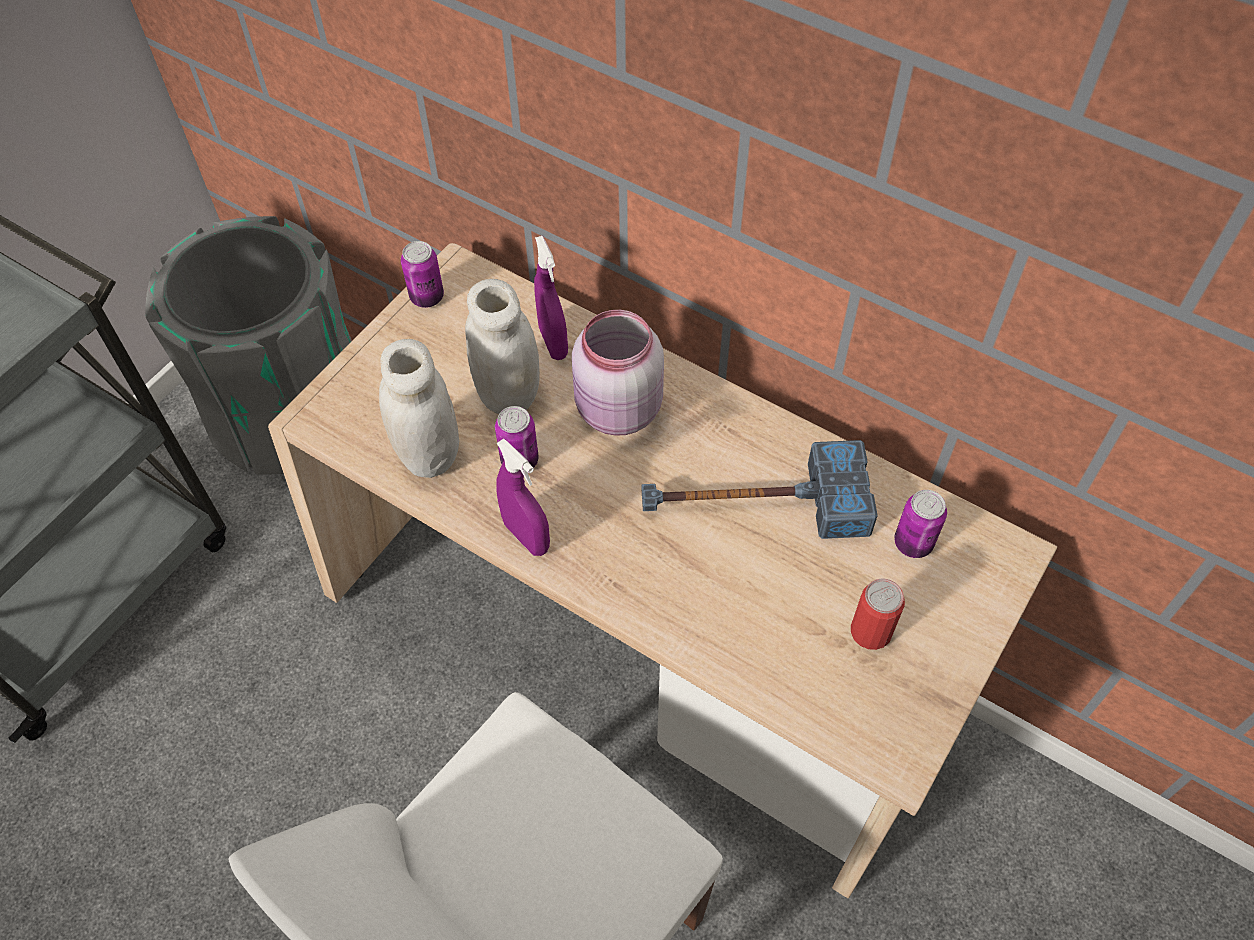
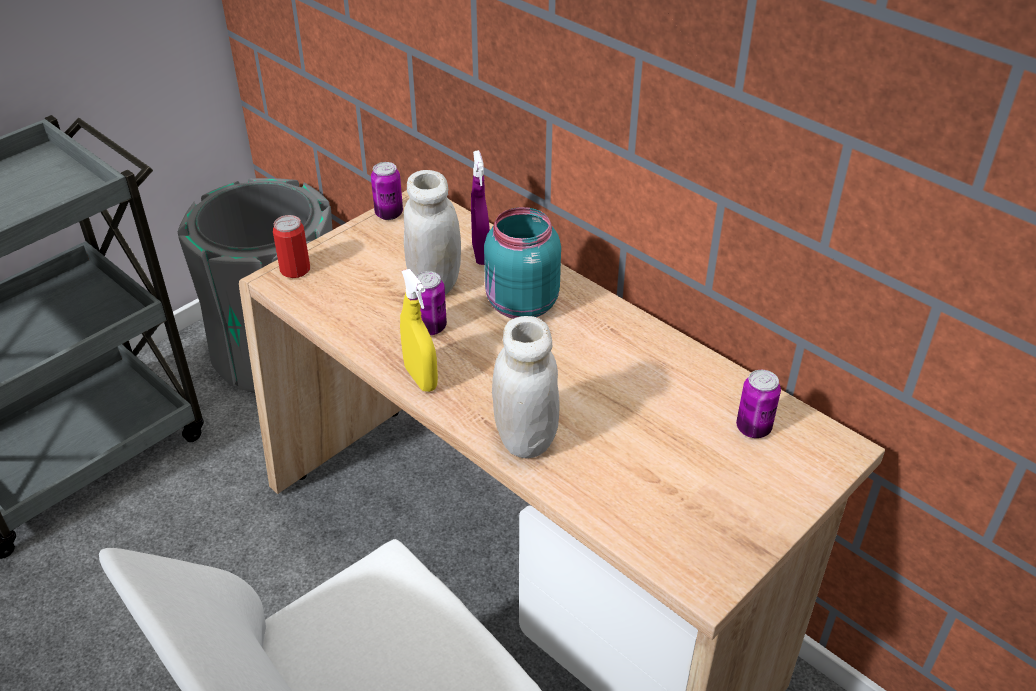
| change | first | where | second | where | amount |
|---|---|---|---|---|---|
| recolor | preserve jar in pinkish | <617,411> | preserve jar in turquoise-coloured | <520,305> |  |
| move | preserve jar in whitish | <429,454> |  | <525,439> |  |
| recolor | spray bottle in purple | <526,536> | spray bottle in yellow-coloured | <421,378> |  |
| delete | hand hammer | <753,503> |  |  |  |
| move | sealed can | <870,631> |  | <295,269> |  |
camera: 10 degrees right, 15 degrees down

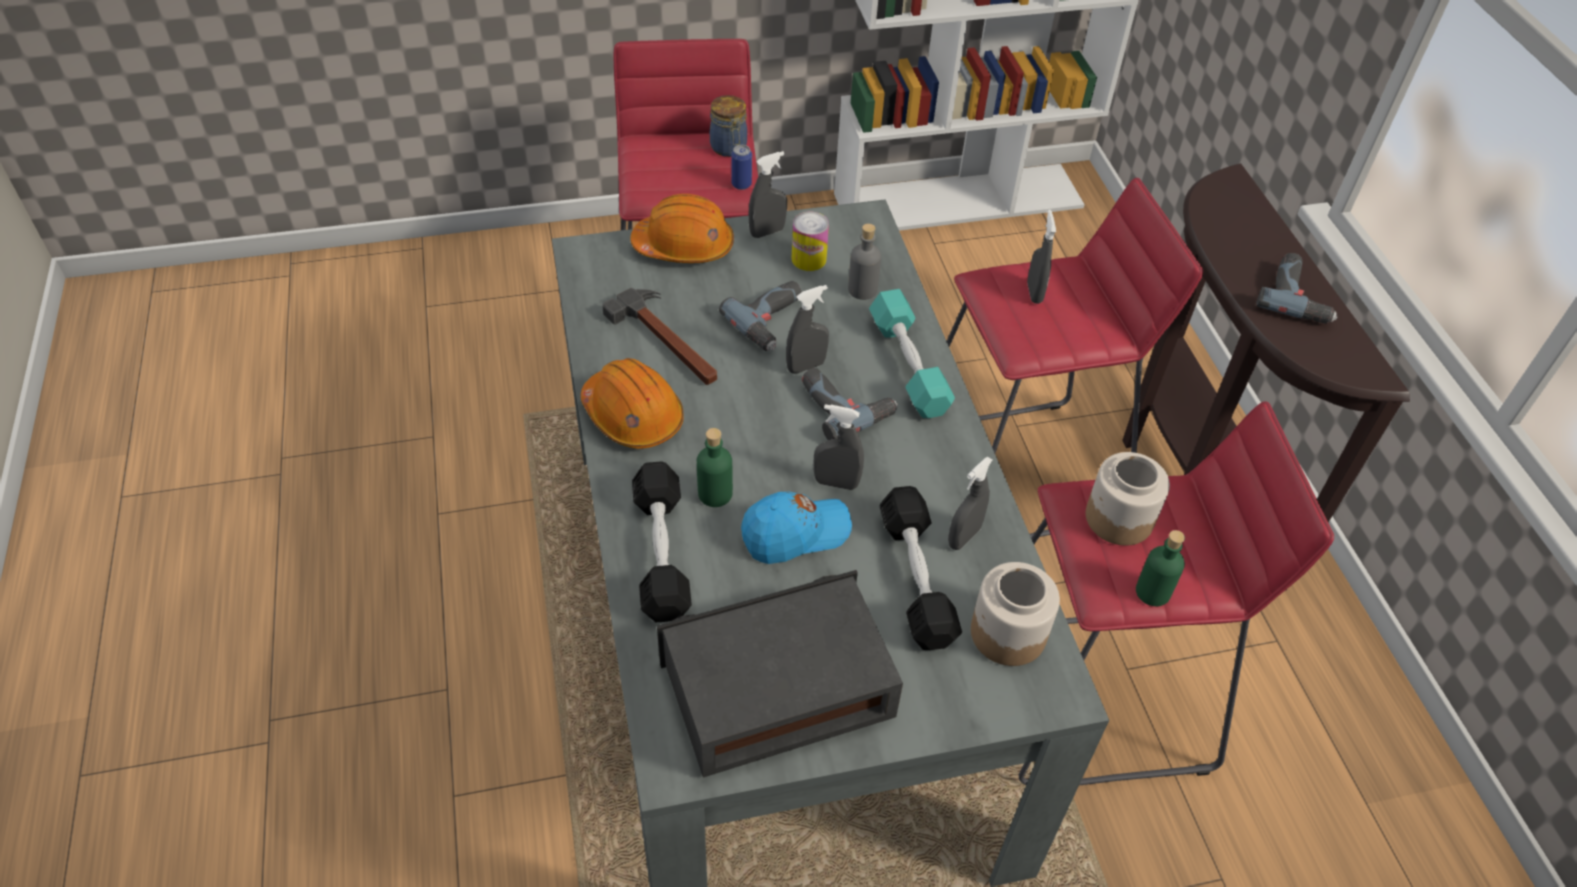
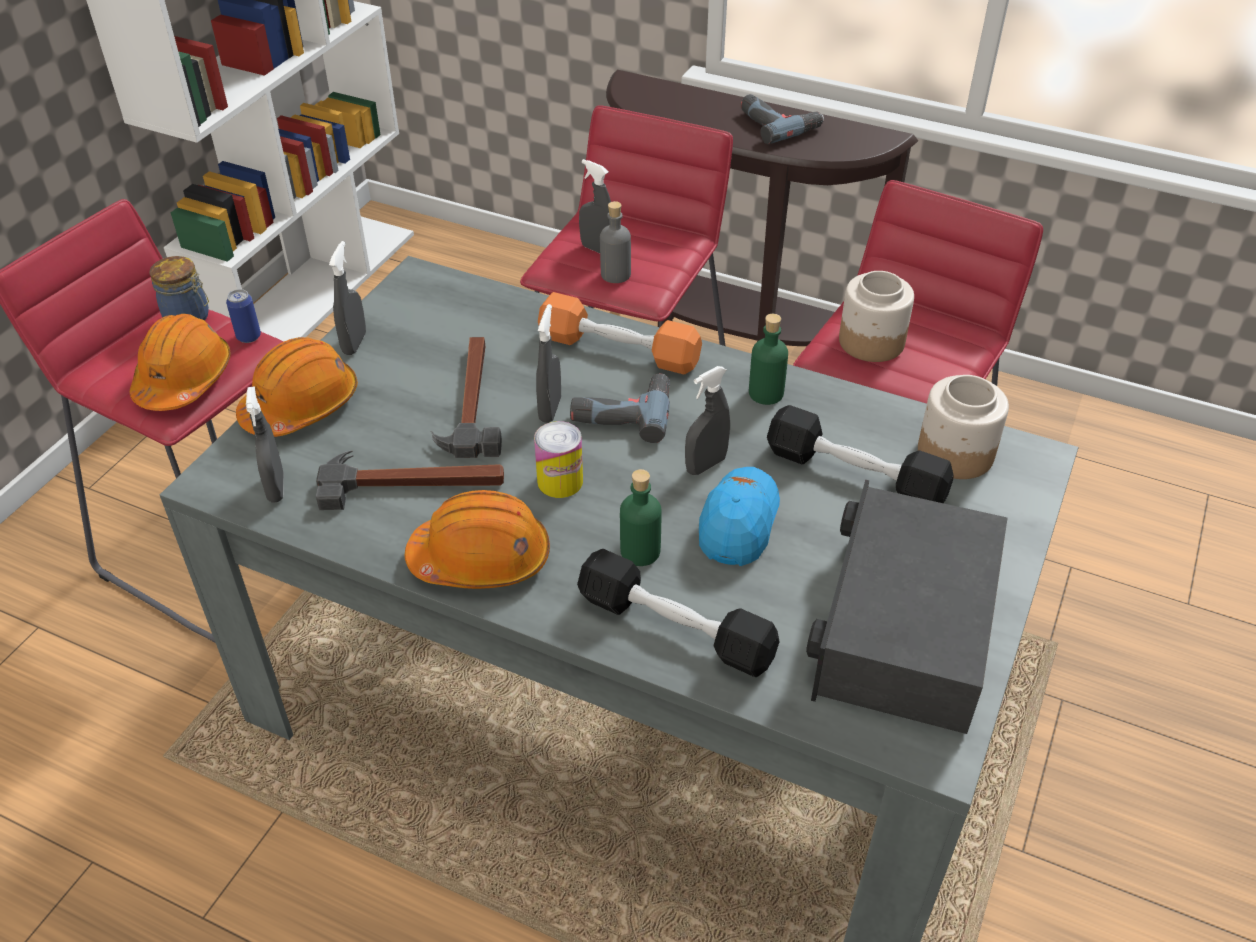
| change | first | where | second | where | amount |
|---|---|---|---|---|---|
| move | sealed can | <808,259> |  | <560,481> |  |
| move | bottle in greyish | <862,289> |  | <615,274> |  |
| replace | drill | <773,321> | hand hammer | <471,400> |  |
| recolor | hand weight in turquoise-coloured | <908,366> | hand weight in orange | <618,350> |  |
| move | spray bottle in greyish | <964,537> |  | <276,488> |  |
| move | bottle in greenish | <1152,592> |  | <766,393> |  |
| insert |  |  | safety helmet in orange | <184,379> |  |
camera: 50 degrees left, 5 degrees down

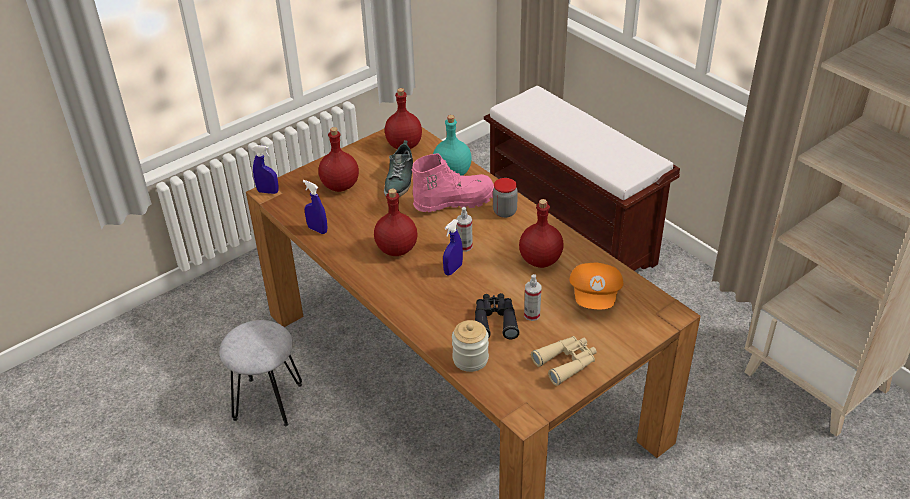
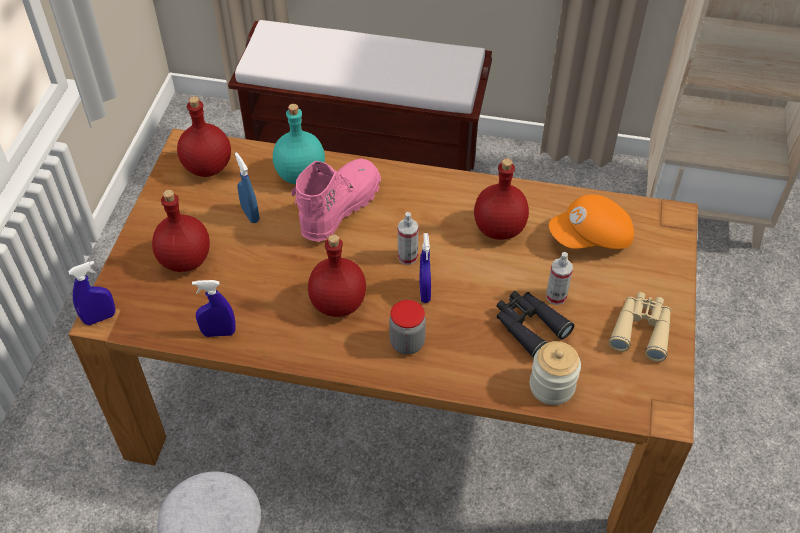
| change | first | where | second | where | amount |
|---|---|---|---|---|---|
| replace | item of footwear | <400,180> | spray bottle in bluish | <250,214> |  |
| move | preserve jar | <504,212> |  | <407,343> |  |
| rotate | peaked cap in orange | <596,296> |  | <591,238> | 105 degrees clockwise |
camera: 40 degrees left, 10 degrees up

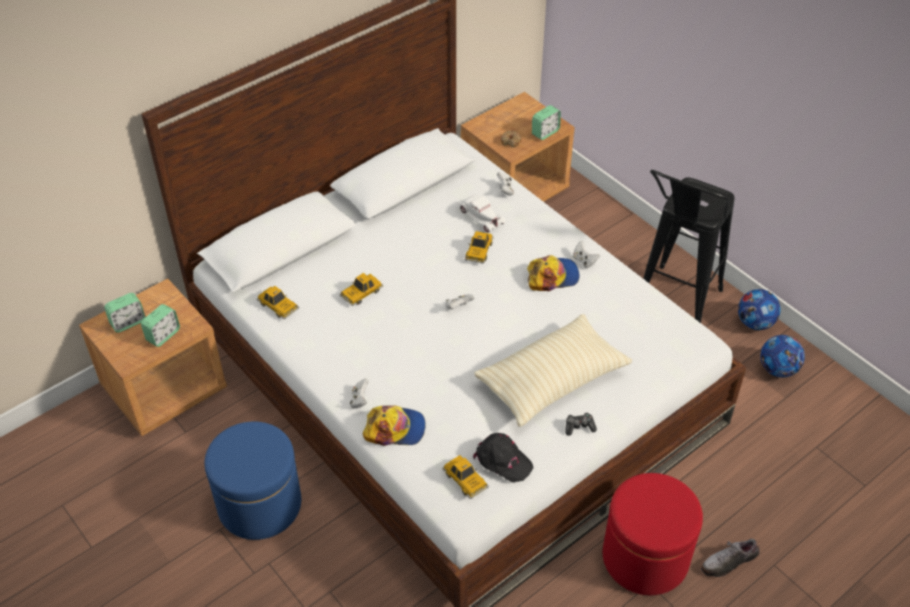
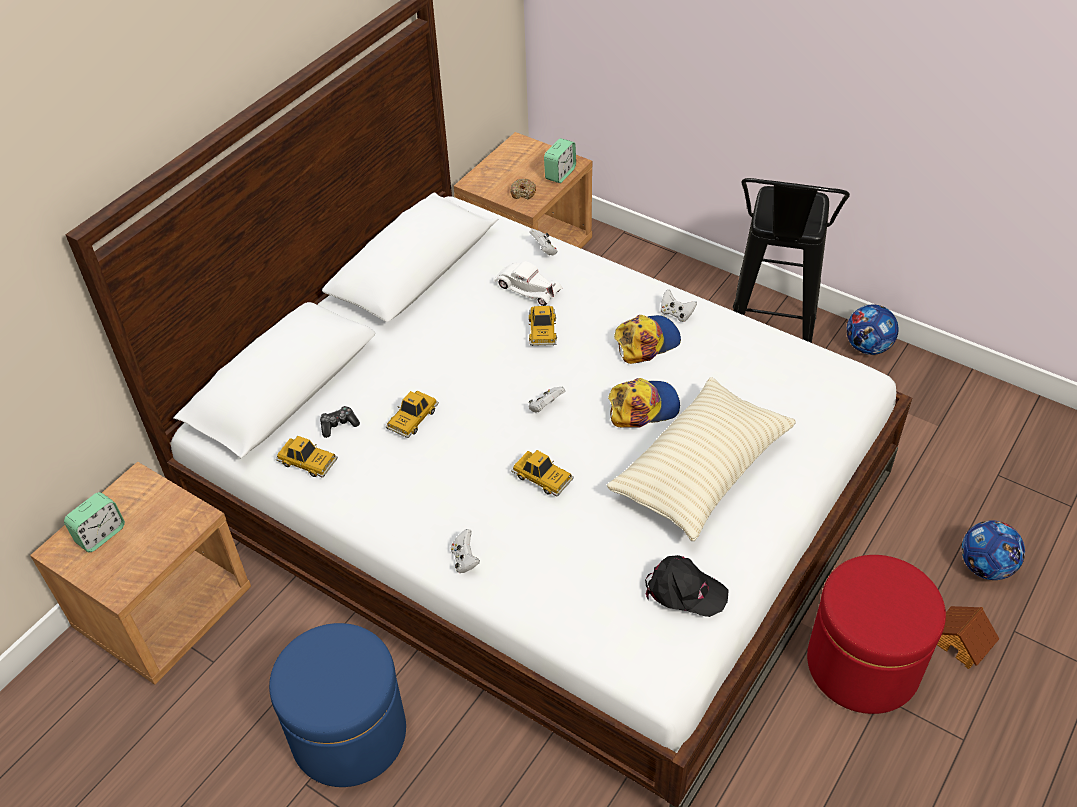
| change | first | where | second | where | amount |
|---|---|---|---|---|---|
| delete | bedside clock | <163,335> |  |  |  |
| move | football | <778,369> |  | <985,567> |  |
| move | peaked cap | <395,429> |  | <643,407> |  |
| move | gamepad | <579,427> |  | <338,425> |  |
| move | model car | <465,479> |  | <542,477> |  |
| replace | item of footwear | <728,562> | toy house | <961,642> |  |
camera: 15 degrees left, 0 degrees up

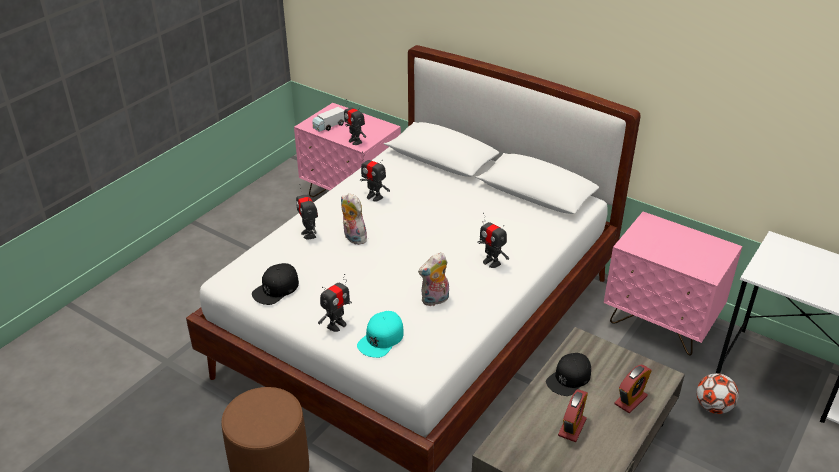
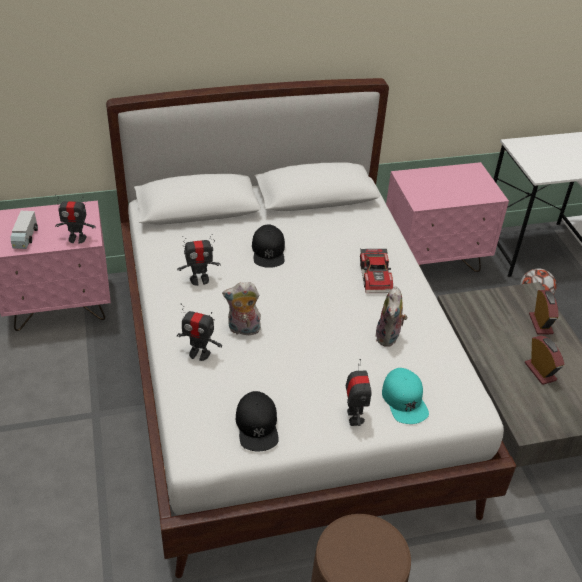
| change | first | where | second | where | amount |
|---|---|---|---|---|---|
| replace | robot figure | <491,262> | model car | <377,276> |  |
| move | peaked cap in black-coloured | <569,378> |  | <268,251> |  |
camera: 50 degrees left, 5 degrees up

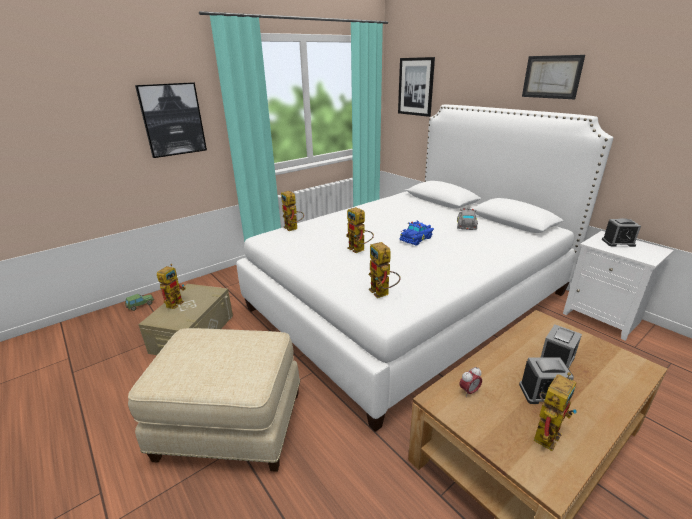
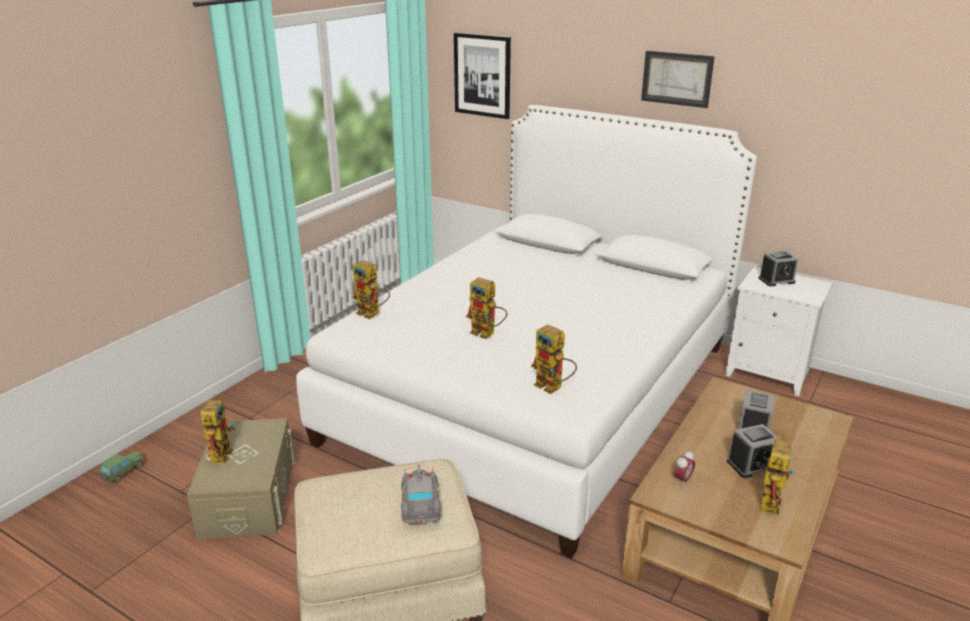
| change | first | where | second | where | amount |
|---|---|---|---|---|---|
| delete | wall picture | <172,119> |  |  |  |
| move | model car in greyish | <466,225> |  | <419,505> |  |
| delete | model car in bluish | <417,239> |  |  |  |
camera: 20 degrees left, 0 degrees up

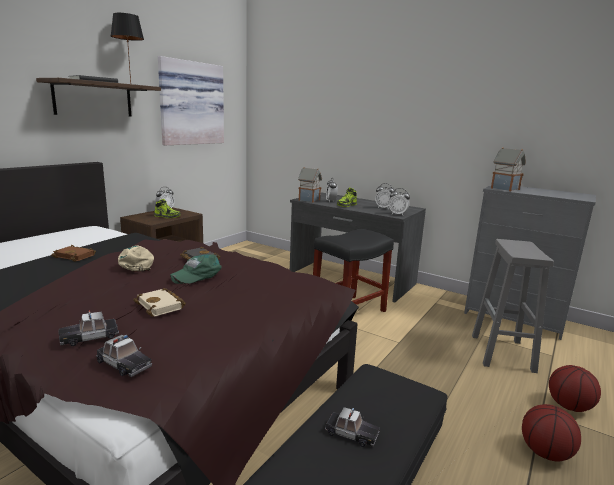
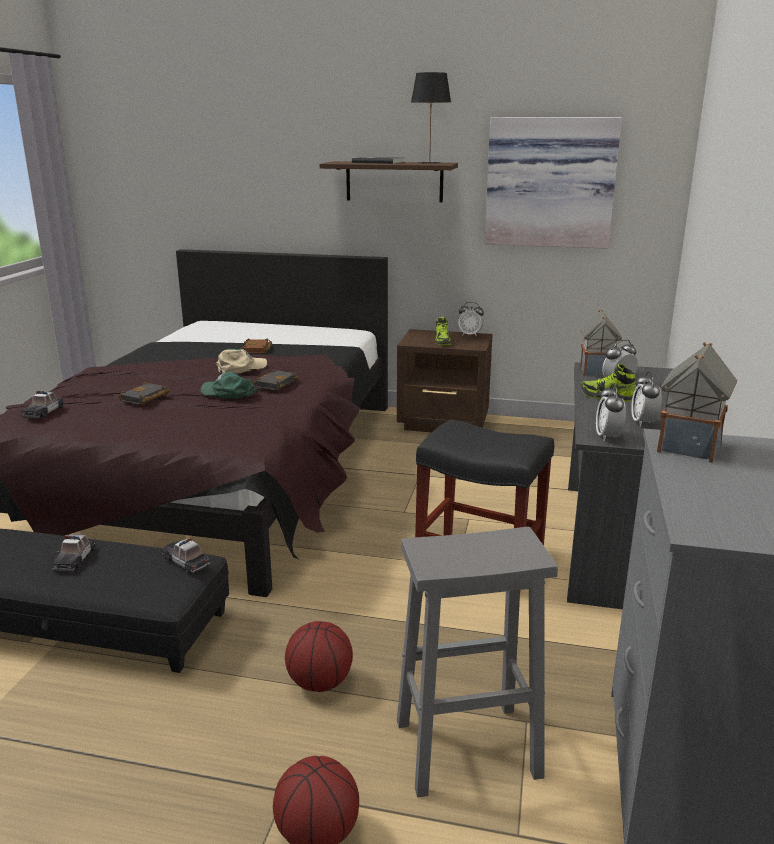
| change | first | where | second | where | amount |
|---|---|---|---|---|---|
| recolor | bound book in beige | <162,306> | bound book in black-coloured | <145,398> |  |
| move | model car | <90,336> |  | <186,561> |  |
| move | ball for basketball | <545,453> |  | <319,682> |  |
camera: 70 degrees right, 5 degrees up

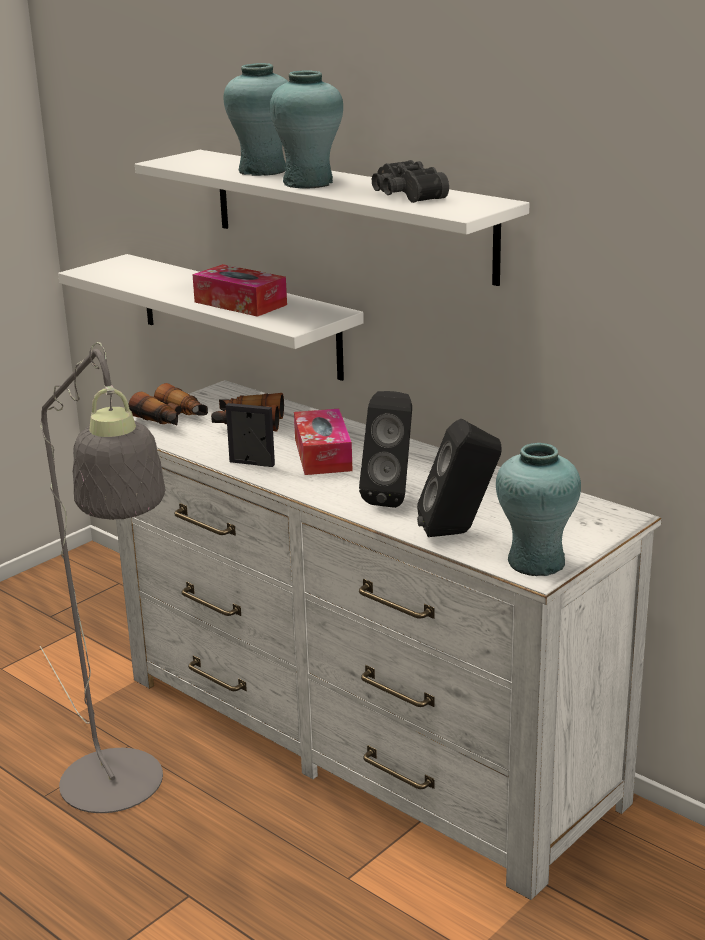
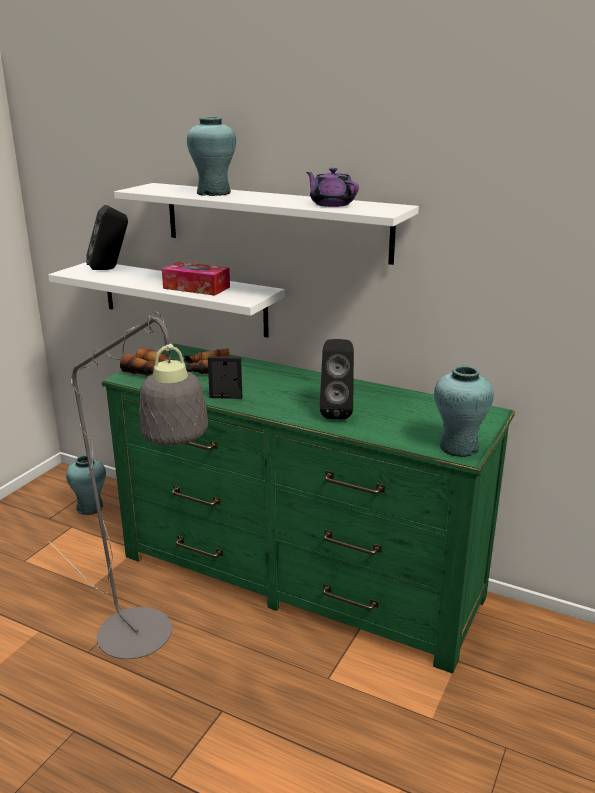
| change | first | where | second | where | amount |
|---|---|---|---|---|---|
| move | decorative vase in turquoise-coloured | <308,183> |  | <90,507> |  |
| replace | pair of binoculars in black-coloured | <404,196> | pot for tea in purple | <331,204> |  |
| recolor | chest of drawers in whitish | <363,737> | chest of drawers in greenish | <299,576> |  |
| delete | tissue holder | <323,455> |  |  |  |
| move | speaker in black-coloured | <458,533> |  | <110,269> |  |
camera: 15 degrees left, 0 degrees up

